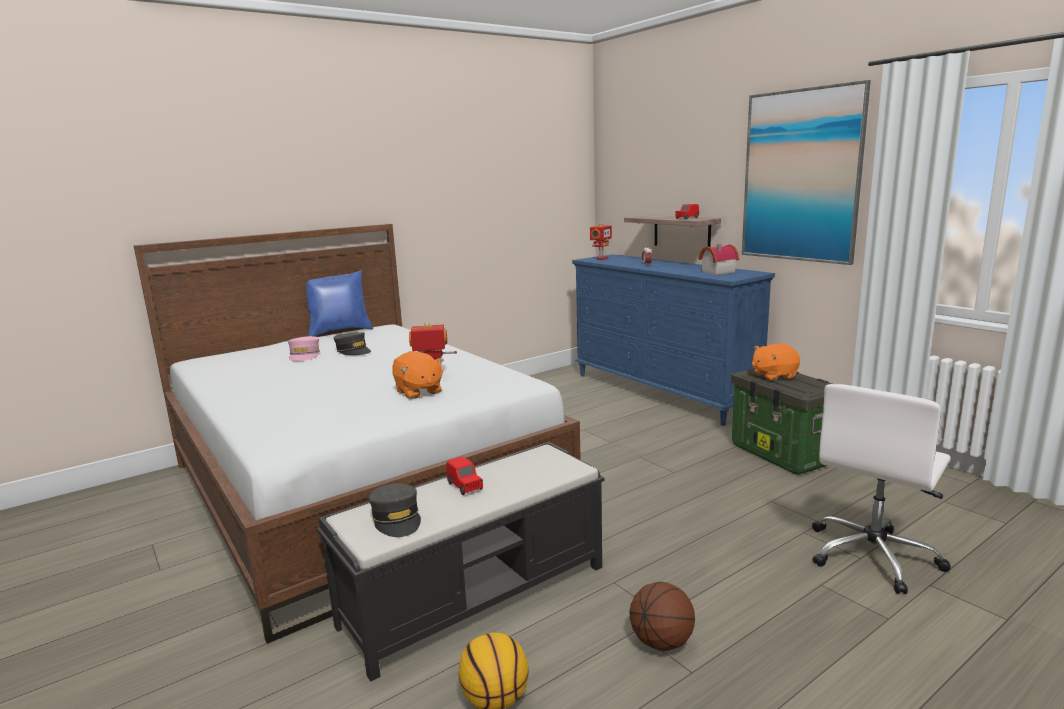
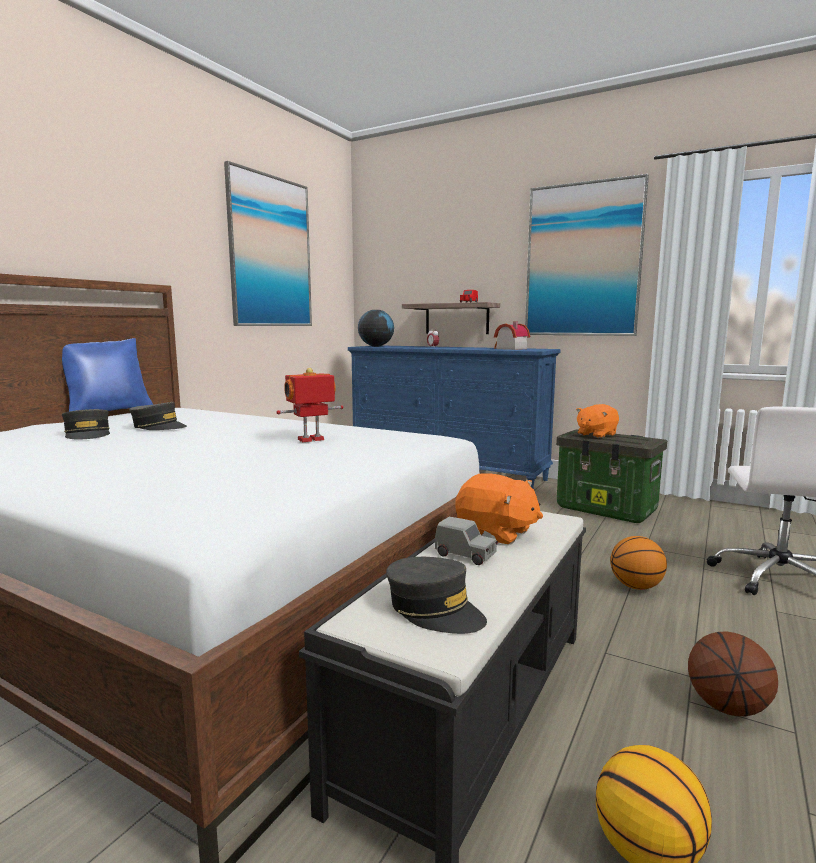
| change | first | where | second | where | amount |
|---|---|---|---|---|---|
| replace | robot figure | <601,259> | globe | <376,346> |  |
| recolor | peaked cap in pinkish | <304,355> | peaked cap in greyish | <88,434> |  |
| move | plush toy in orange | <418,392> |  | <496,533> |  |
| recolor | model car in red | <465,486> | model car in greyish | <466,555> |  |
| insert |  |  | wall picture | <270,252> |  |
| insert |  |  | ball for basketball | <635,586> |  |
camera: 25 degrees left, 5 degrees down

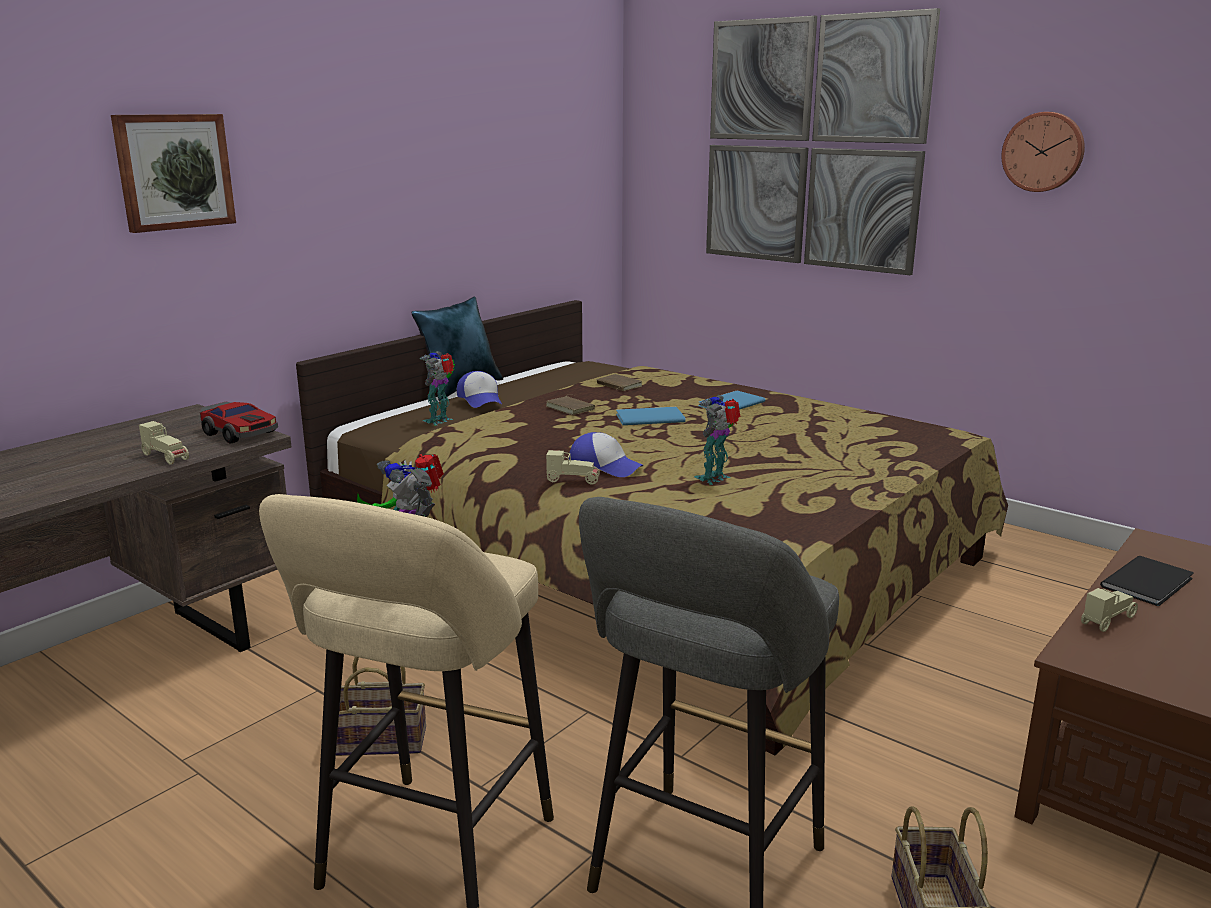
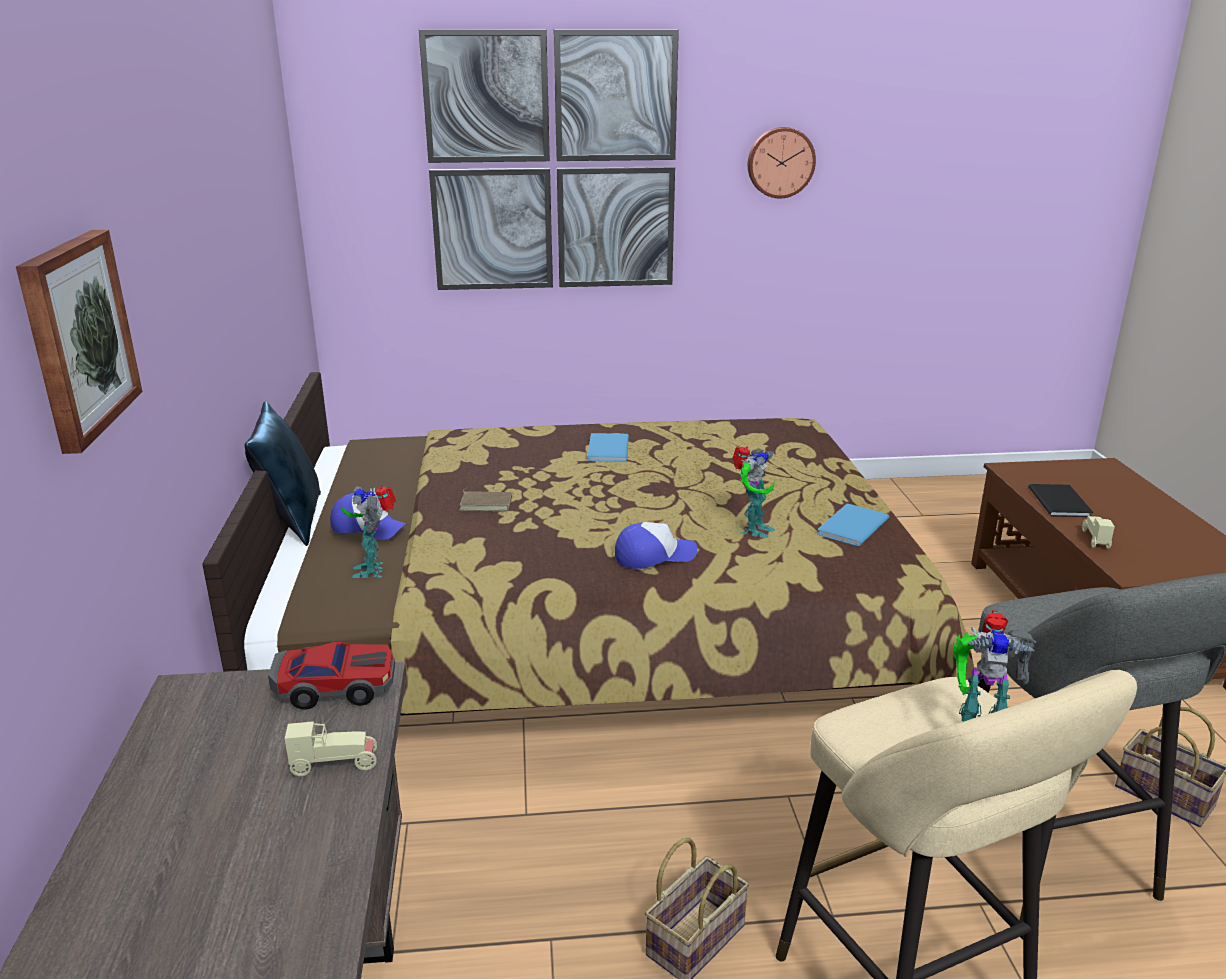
| change | first | where | second | where | amount |
|---|---|---|---|---|---|
| delete | bound book in brown | <618,385> |  |  |  |
| rotate | robot figure | <715,478> |  | <753,530> | 150 degrees counterclockwise |
| move | bound book in bluish | <648,417> |  | <850,527> |  |
| delete | model car in beige | <573,480> |  |  |  |
camera: 45 degrees left, 5 degrees up

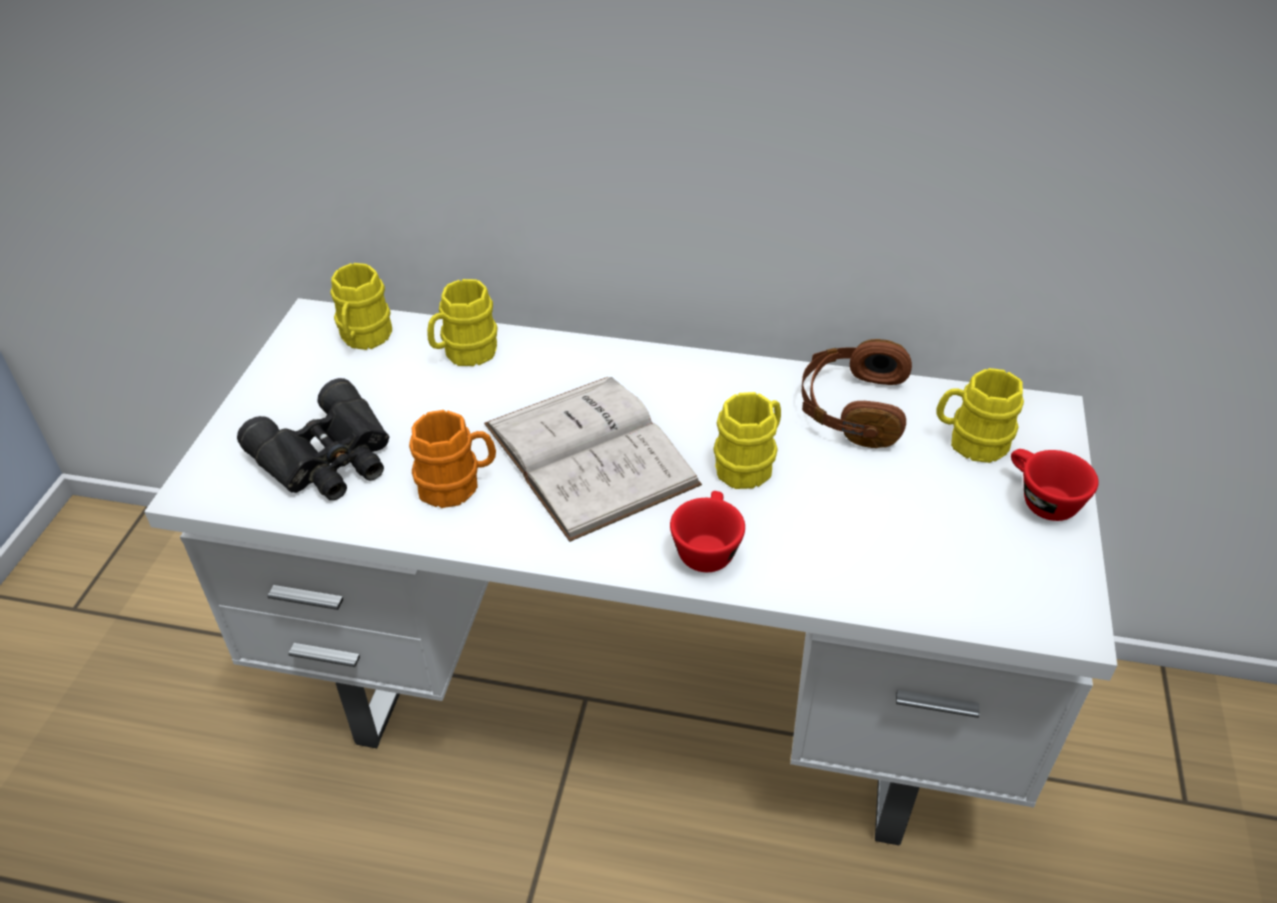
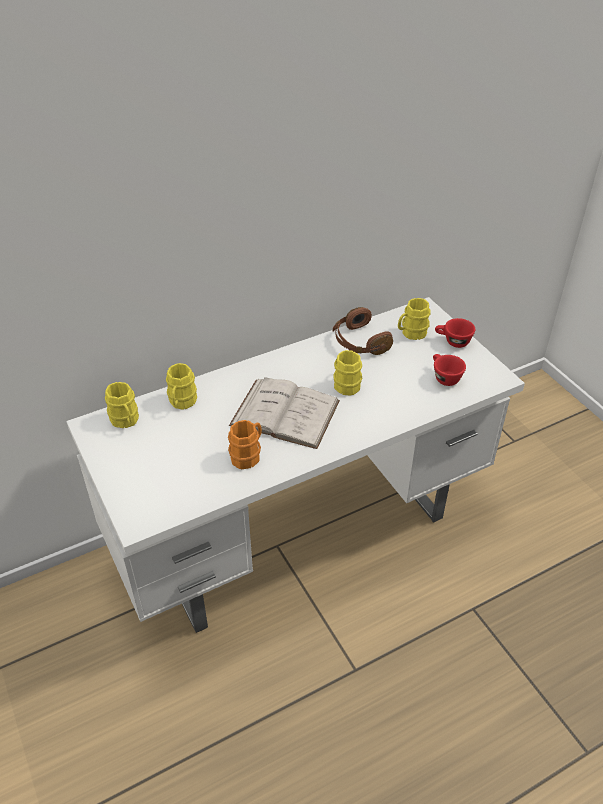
| change | first | where | second | where | amount |
|---|---|---|---|---|---|
| delete | pair of binoculars in black-coloured | <328,458> |  |  |  |
| move | drinking cup in red | <706,547> |  | <444,377> |  |
camera: 40 degrees left, 0 degrees up

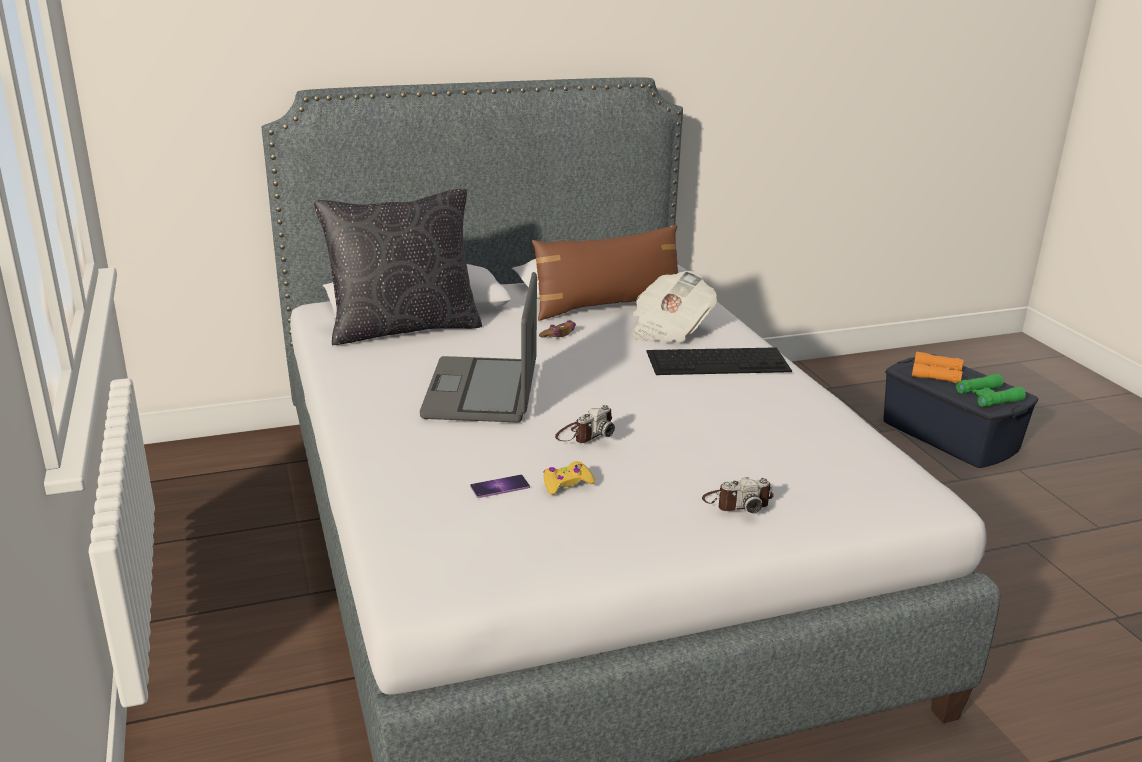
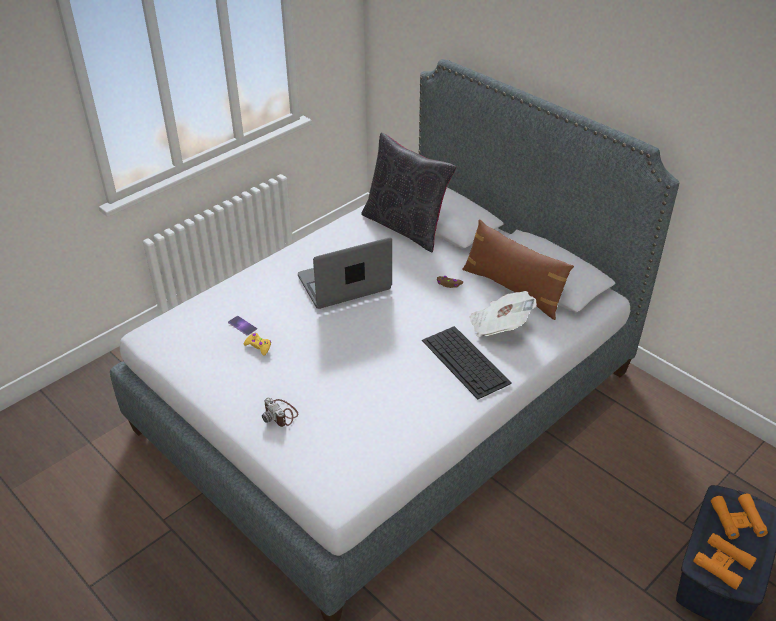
| change | first | where | second | where | amount |
|---|---|---|---|---|---|
| recolor | pair of binoculars in greenish | <988,396> | pair of binoculars in orange | <722,564> |  |
| delete | still camera | <584,434> |  |  |  |
camera: 65 degrees right, 15 degrees up

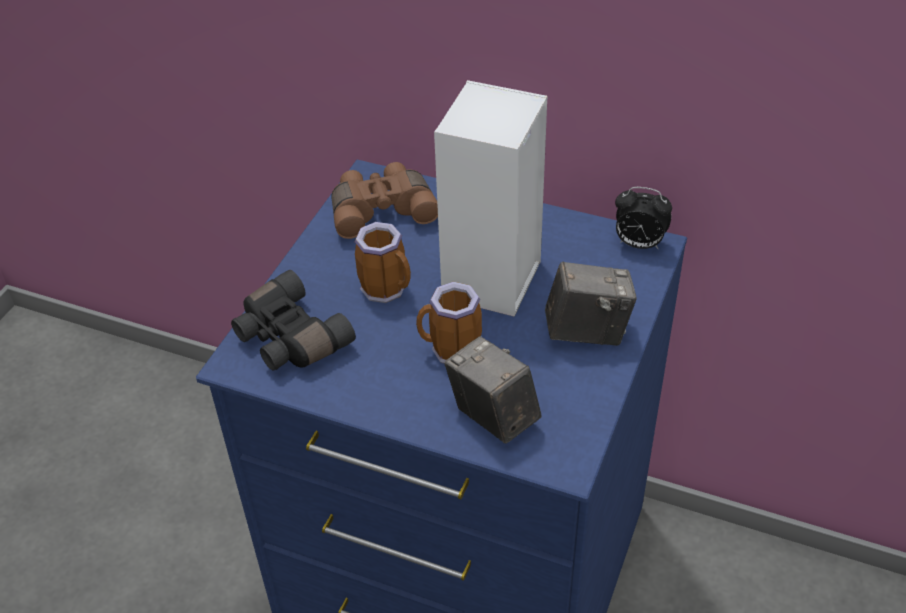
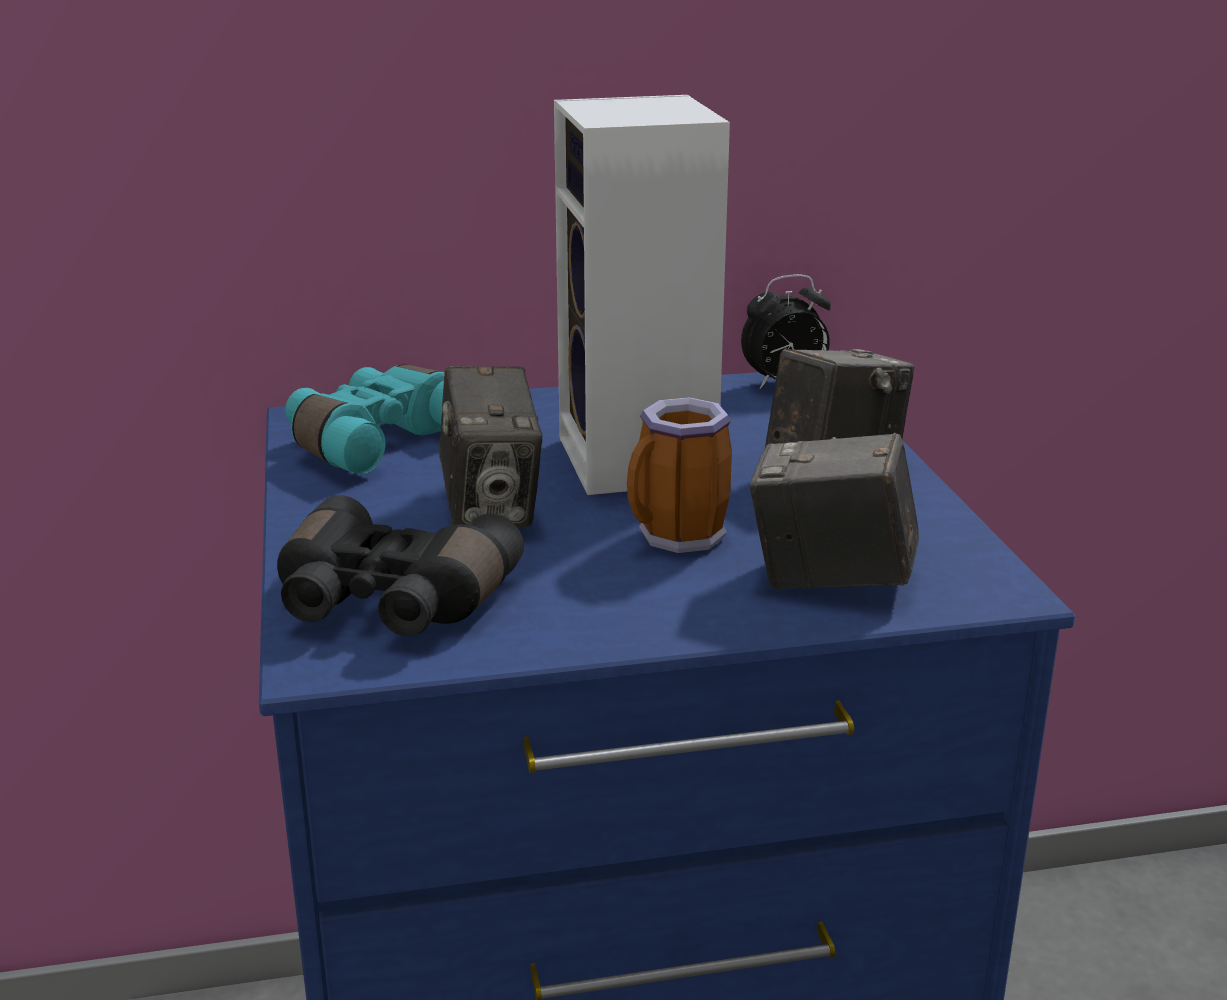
| change | first | where | second | where | amount |
|---|---|---|---|---|---|
| recolor | pair of binoculars in brown | <382,210> | pair of binoculars in turquoise-coloured | <376,441> |  |
| replace | coffee mug | <388,289> | still camera | <491,508> |  |
camera: 35 degrees left, 20 degrees down

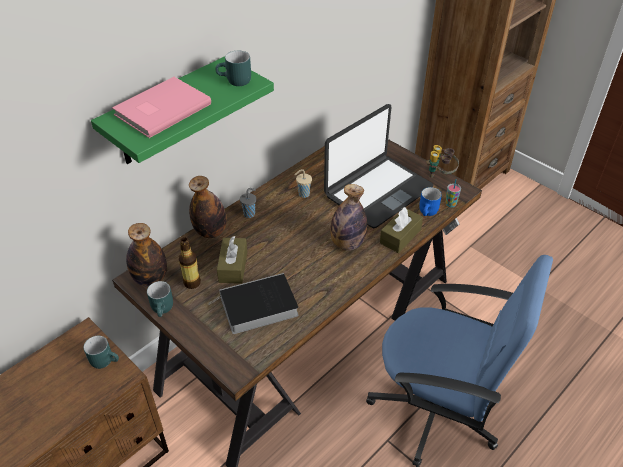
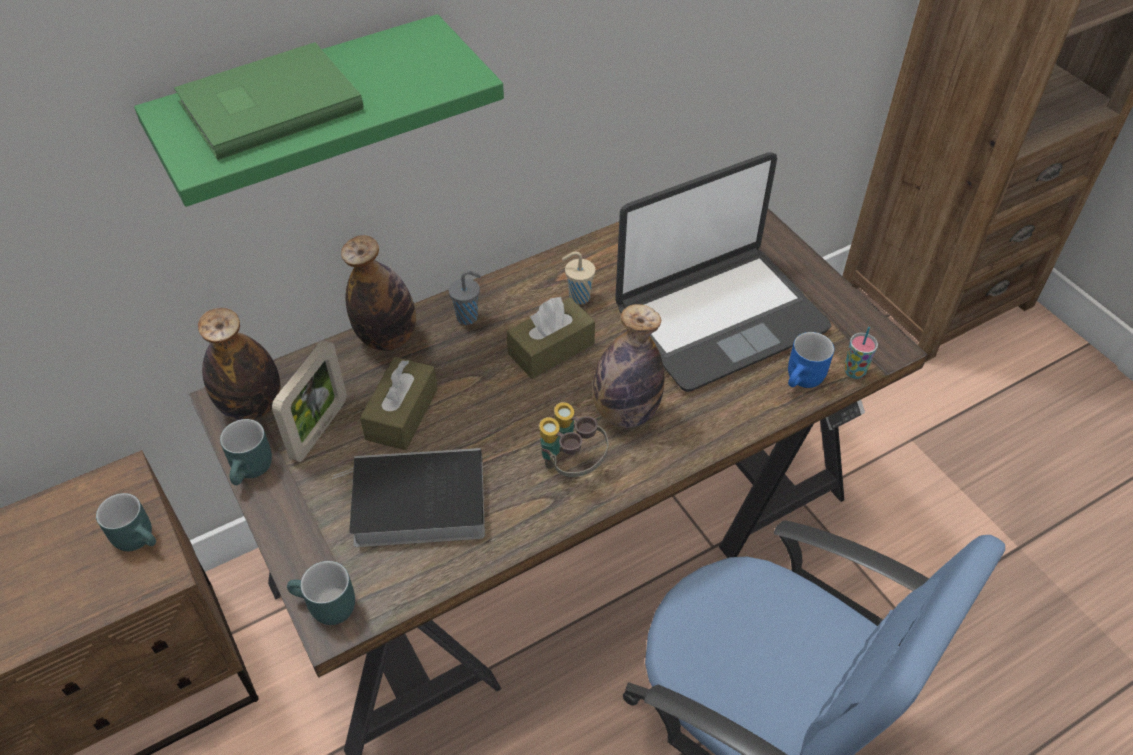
| change | first | where | second | where | amount |
|---|---|---|---|---|---|
| move | coffee mug in turquoise-coloured | <235,82> |  | <325,608> |  |
| recolor | bound book in pinkish | <160,109> | bound book in greenish | <266,104> |  |
| move | pair of binoculars | <440,175> |  | <571,465> |  |
| move | tissue holder in brown | <400,236> |  | <551,349> |  |
| replace | bottle | <192,282> | standing frame | <319,429> |  |
camera: 15 degrees right, 5 degrees up

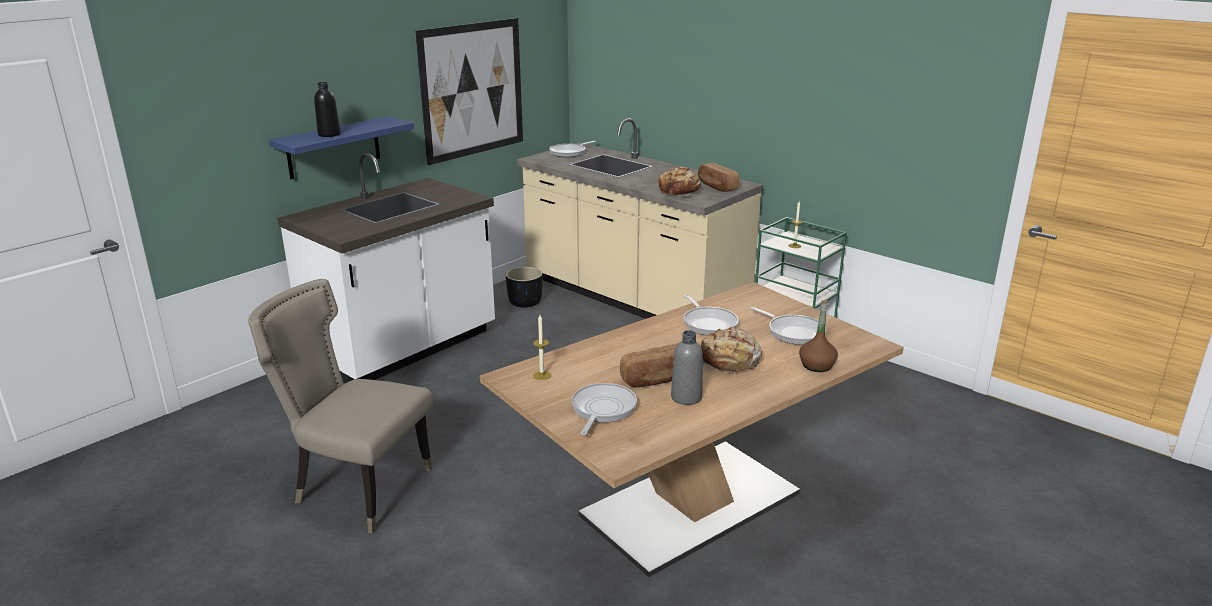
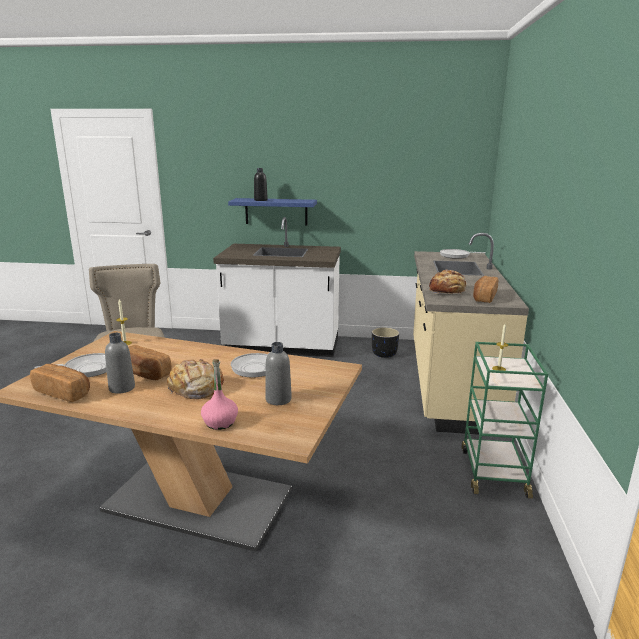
| change | first | where | second | where | amount |
|---|---|---|---|---|---|
| delete | wall picture | <472,90> |  |  |  |
| recolor | bottle in brown | <816,365> | bottle in pinkish | <220,422> |  |
| replace | skillet | <793,332> | bottle in greyish | <278,399> |  |
| insert |  |  | bread | <63,392> |  |
camera: 55 degrees right, 5 degrees down

